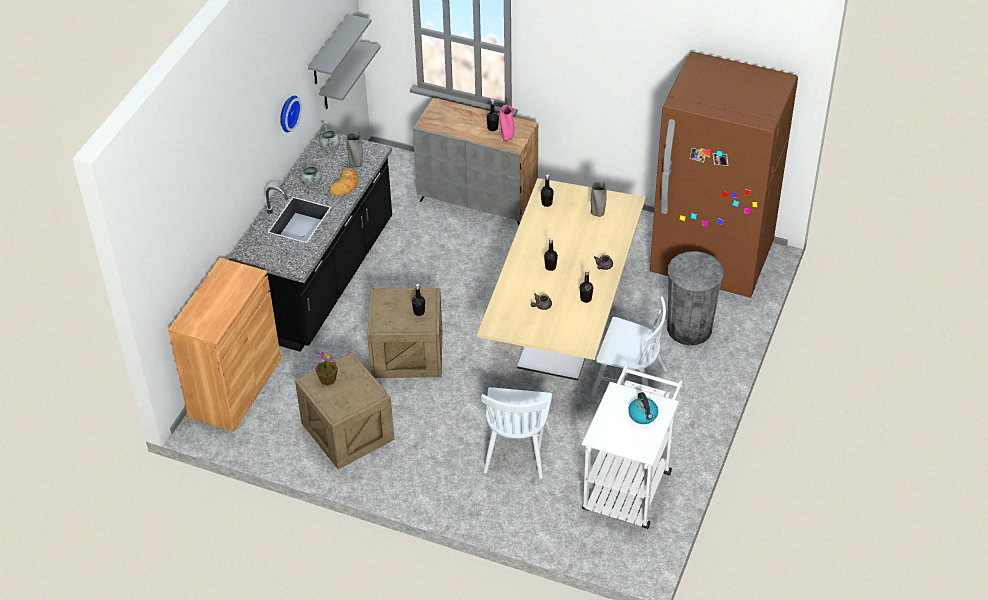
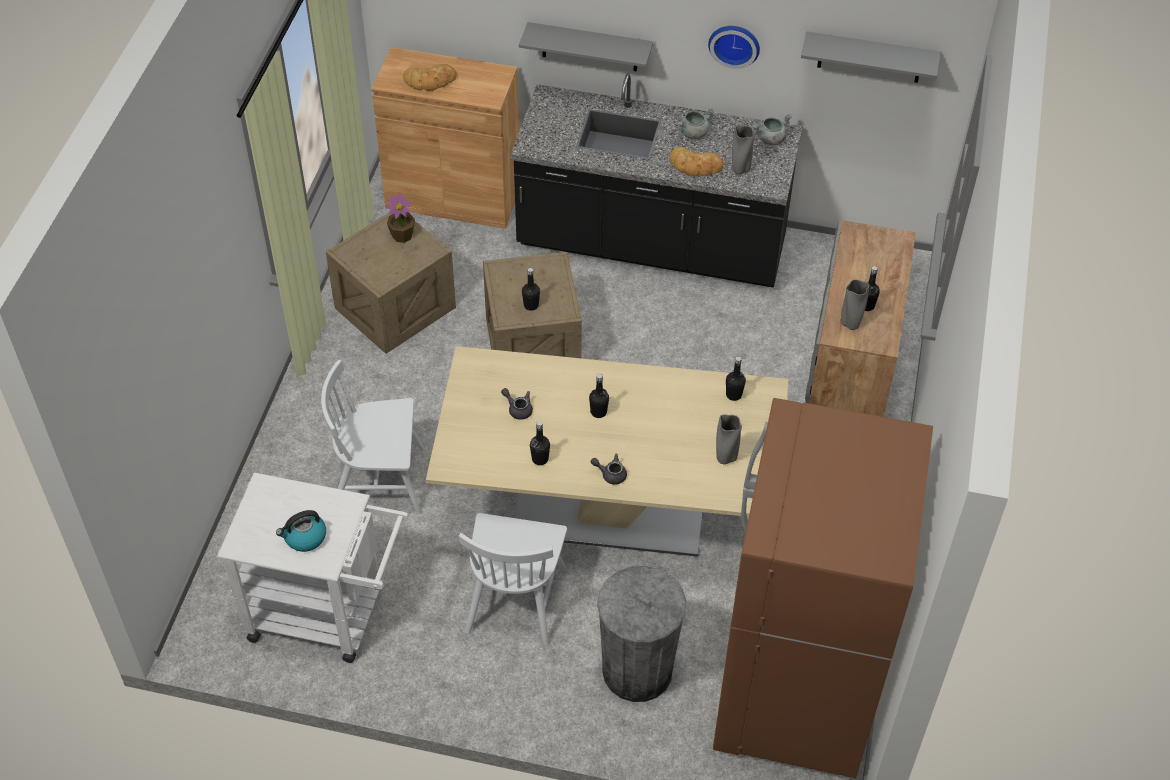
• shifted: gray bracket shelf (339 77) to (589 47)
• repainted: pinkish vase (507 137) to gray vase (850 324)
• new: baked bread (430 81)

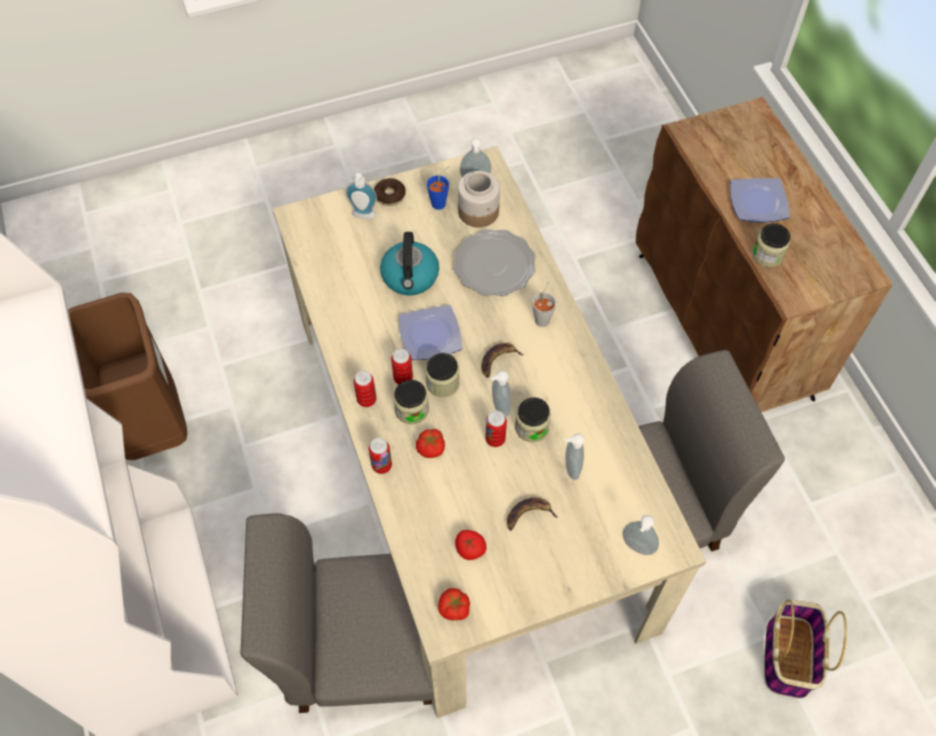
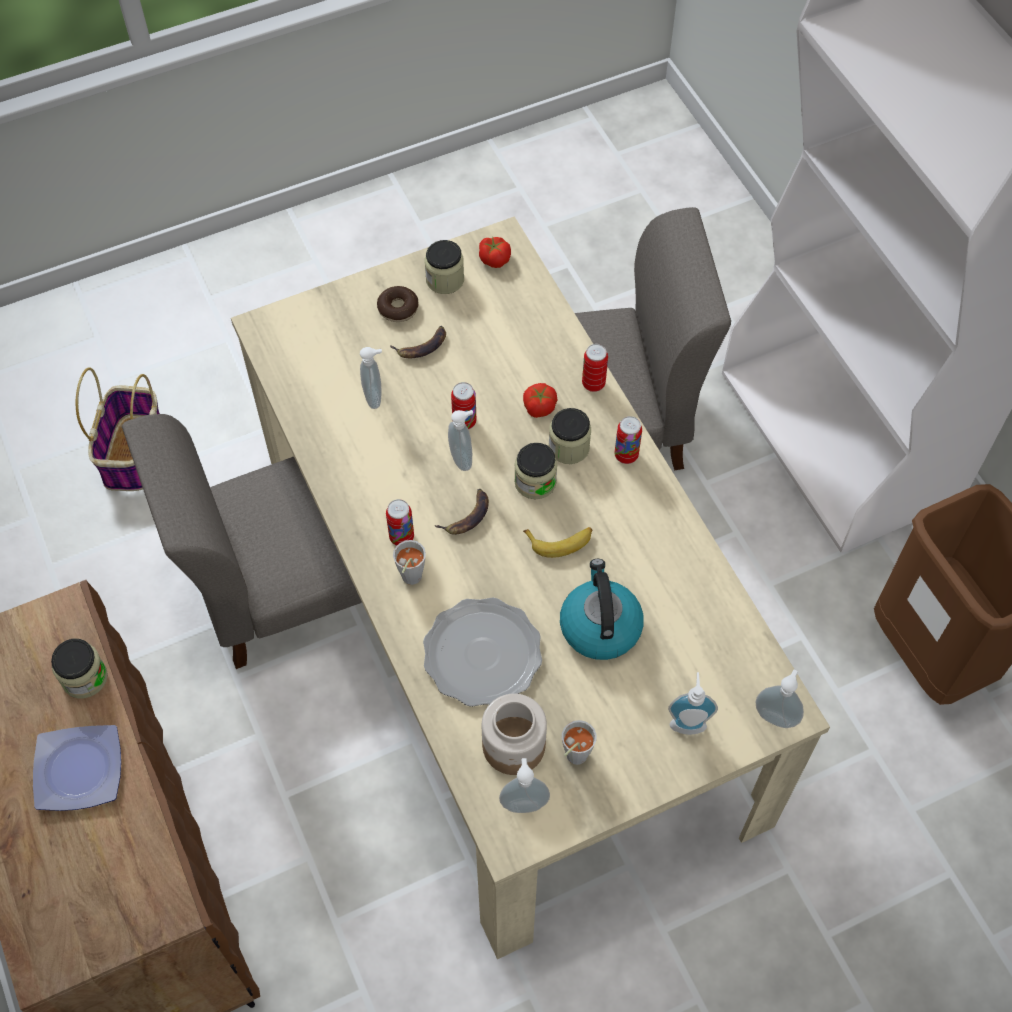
• shifted: doughnut (390 195) to (398 308)
• shifted: metal can (403 378) to (401 537)
• swapped: plate (429 336) to whole banana (560 541)
• repainted: blue drinking cup (441 202) to gray drinking cup (573 758)
• gone: fresh tomato (469 549)
• shifted: preserve jar (531 427) to (445 279)
• shifted: liquid soap bottle (636 548) to (776 716)

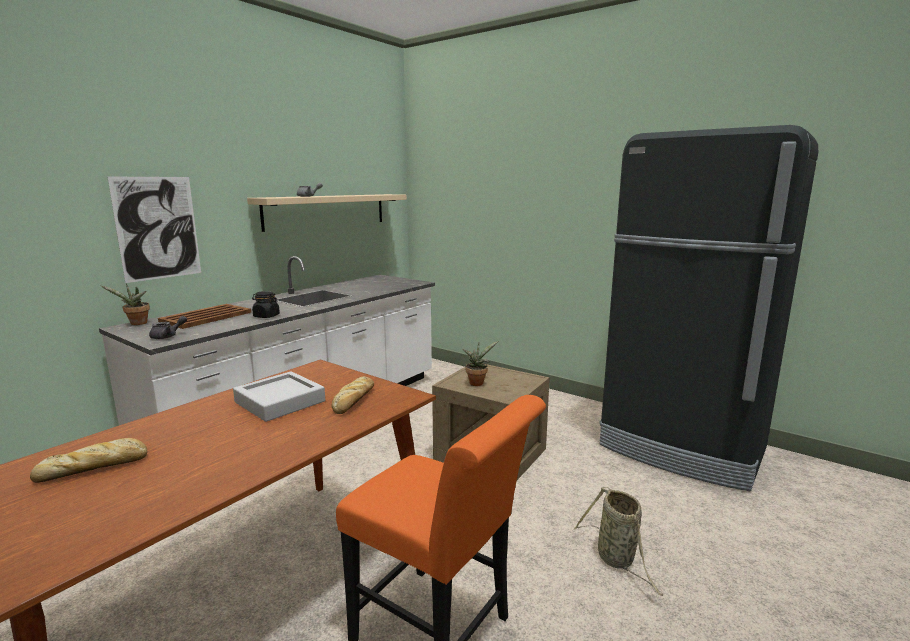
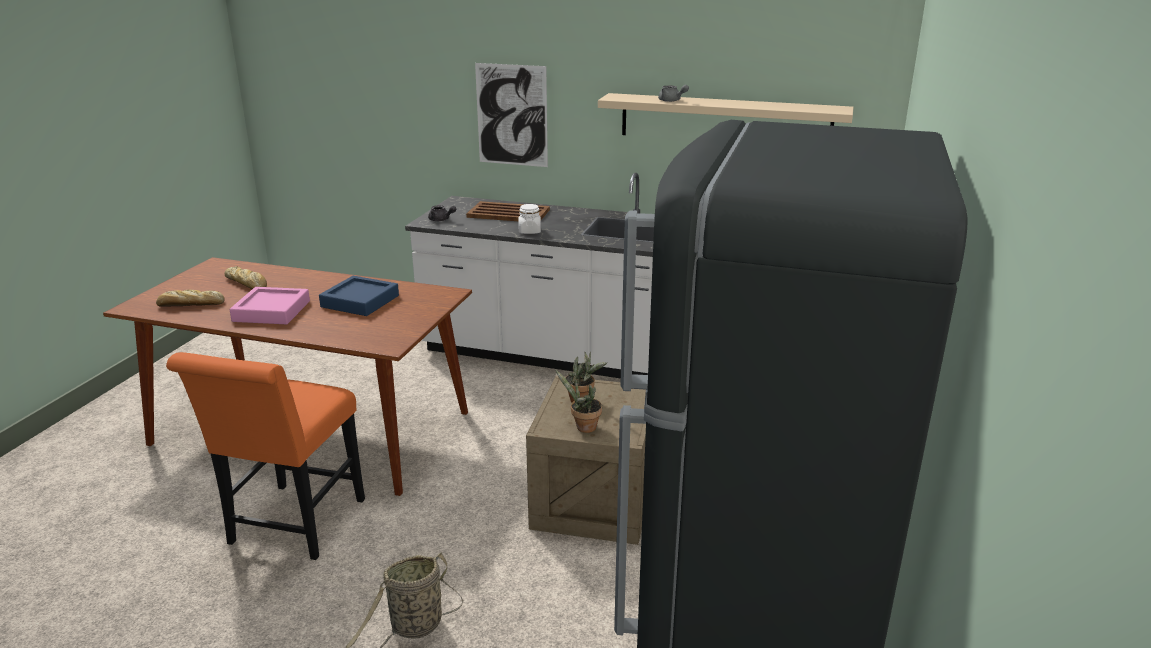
• shifted: plant in a pot (136 324) to (583 427)
• repainted: gray carrying tray (280 402) to blue carrying tray (360 301)
• repainted: blackish preserve jar (266 316) to white-coloured preserve jar (529 231)
• shifted: baked bread (354 400) to (189 305)
• new: pinkish carrying tray (271 311)

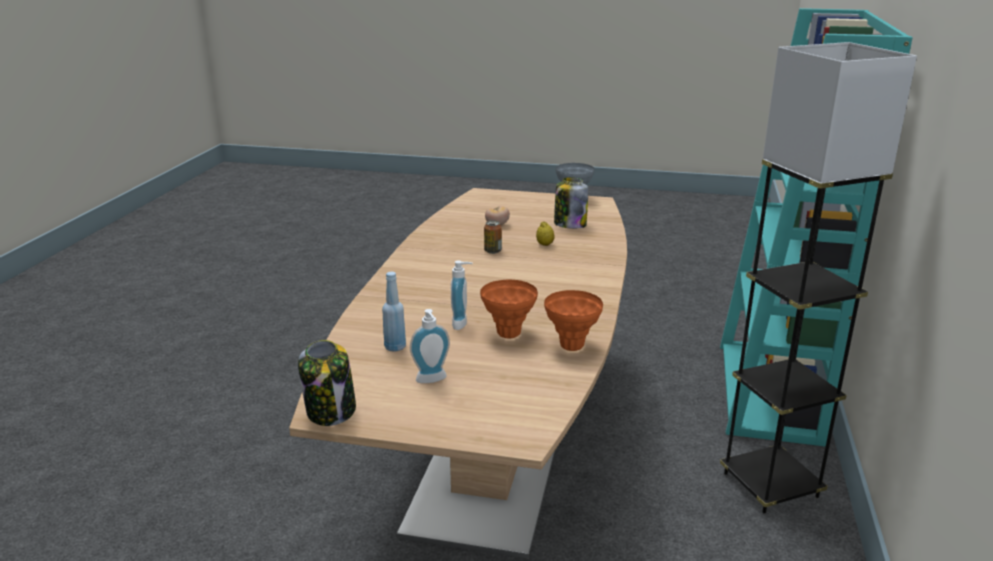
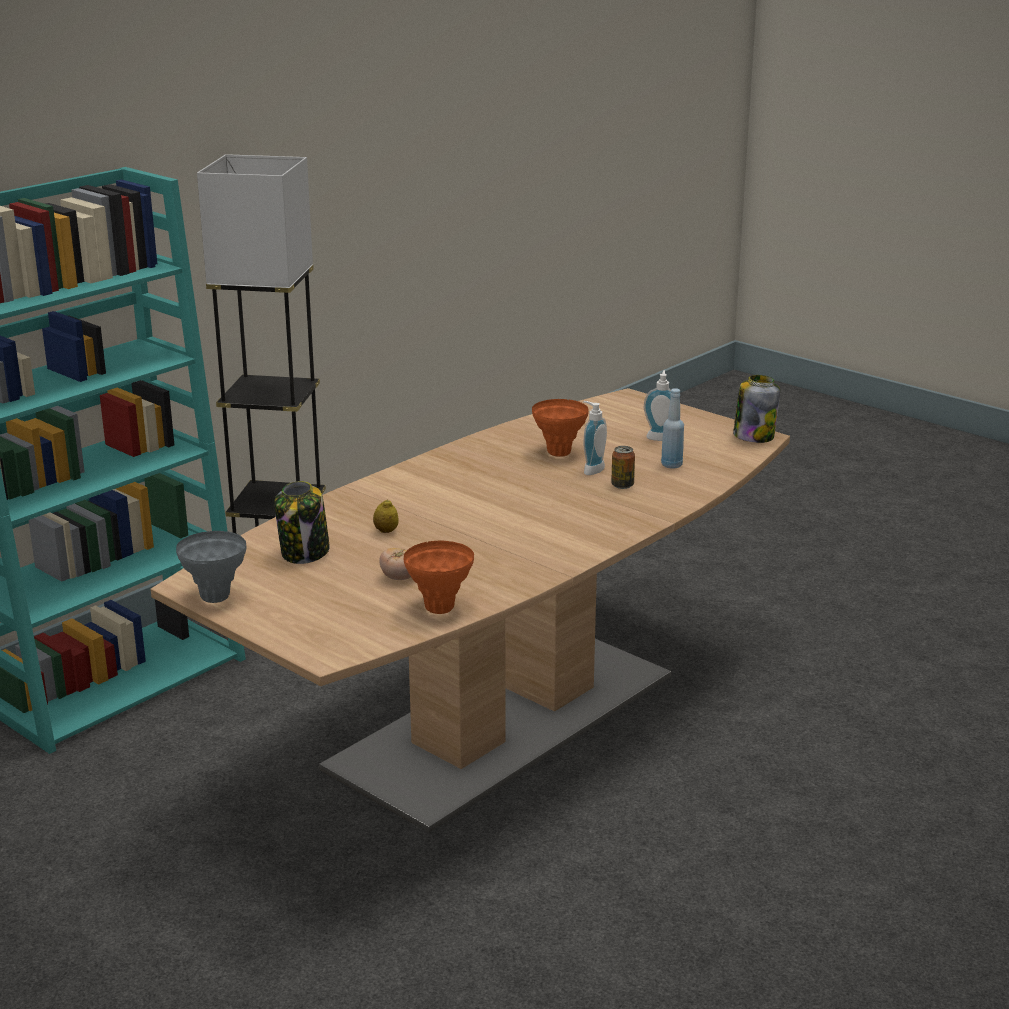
• shifted: metal can (492 251) to (622 485)
• shifted: orange-coloured vase (571 346) to (439 608)

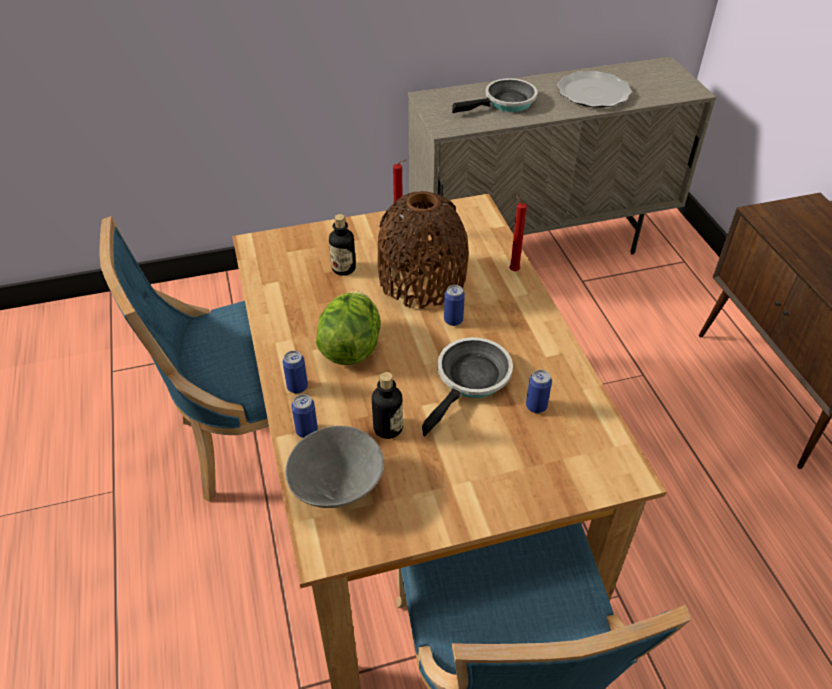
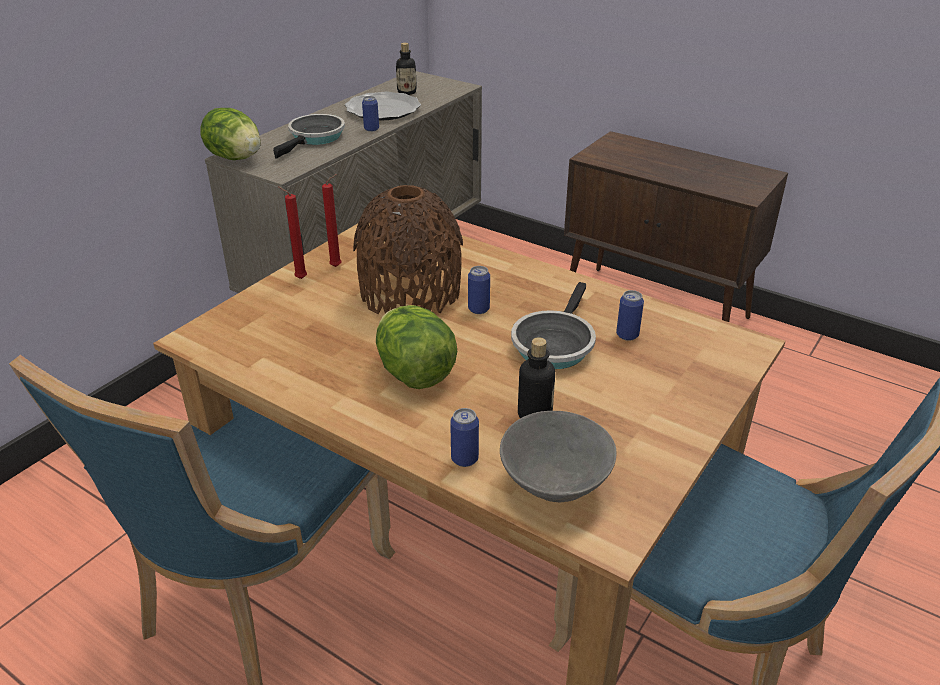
• shifted: metal can (297 387) to (371 129)
• shifted: beverage bottle (343 268) to (406 92)
• rotated: pan (471 381) = (554 344) 150 degrees counterclockwise
• shifted: red-coloured wax candle (512 270) to (299 278)
• new: lettuce (235 158)

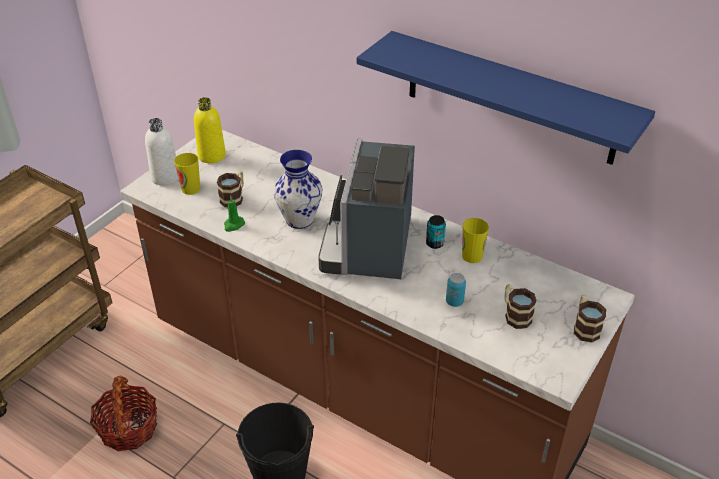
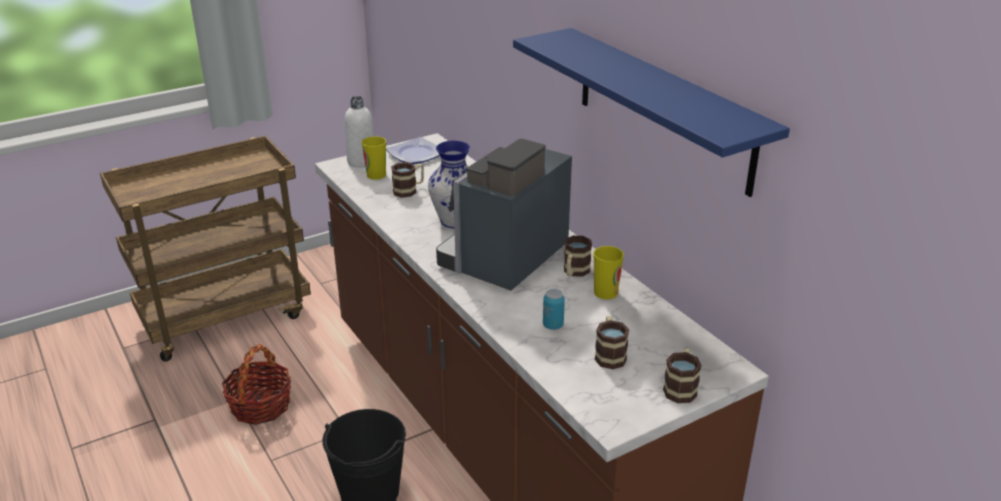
• swapped: yellow beverage bottle (212 156) to plate (417 155)
• gone: green wax candle (233 225)
• swapped: metal can (435 243) to coffee mug (574 272)

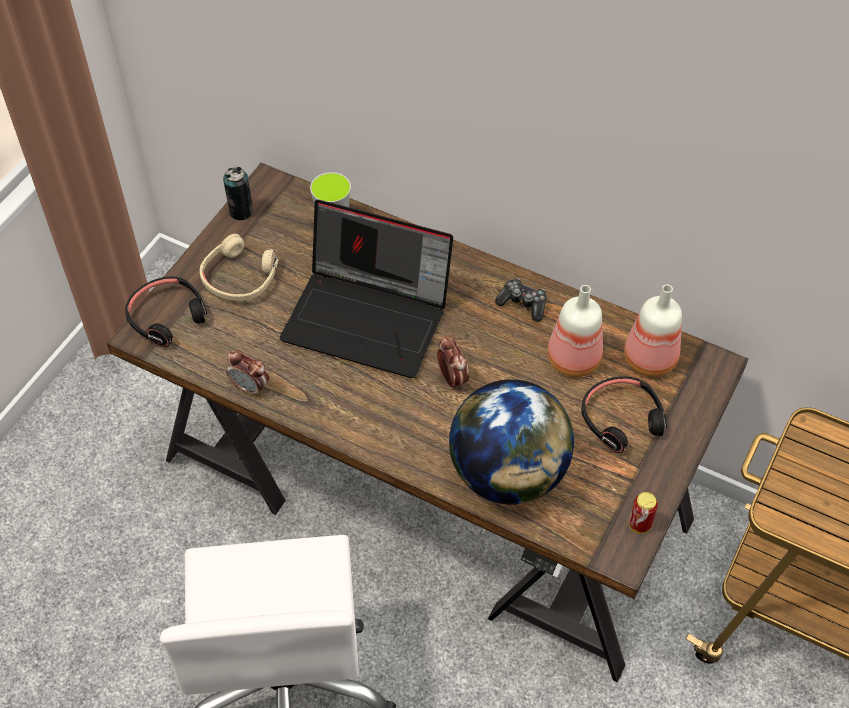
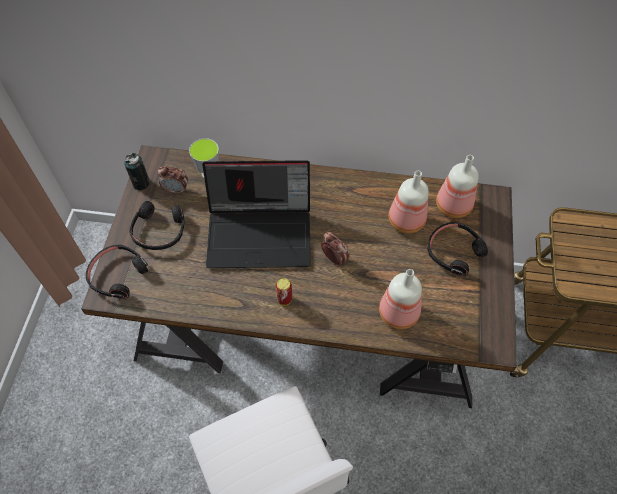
• repainted: beige headset (240 277) to blackish headset (159 231)
• shifted: alarm clock (250 387) to (176 190)
• swapped: globe (508 474) to beverage bottle (399 314)
• gone: joypad (523 304)
• shifted: metal can (639 525) to (284 299)

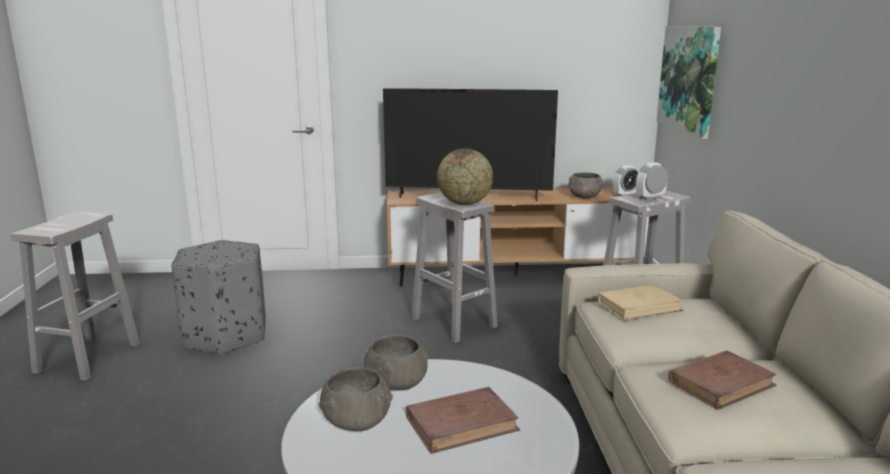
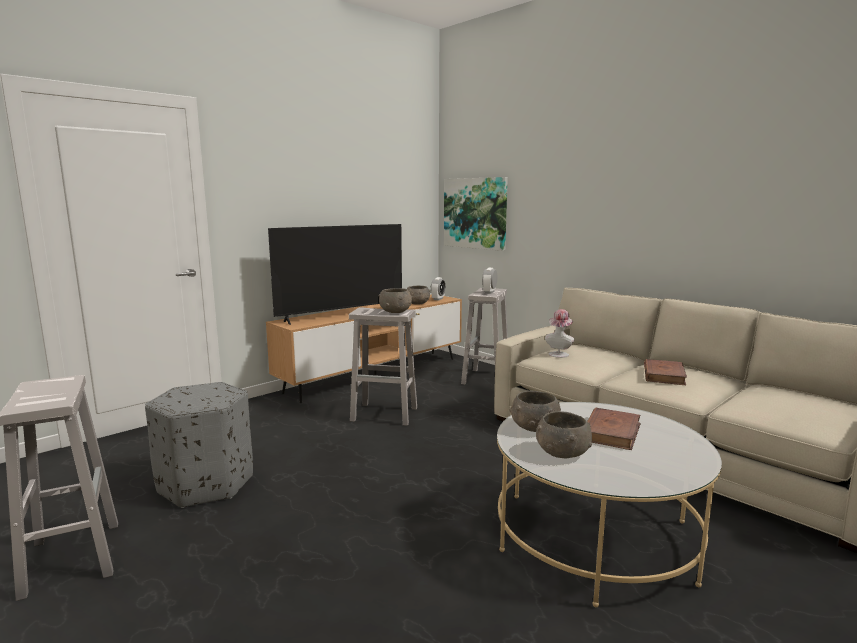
• swapped: globe (464 203) to gray bowl (395 311)
• swapped: beige bound book (639 306) to hat (559 354)

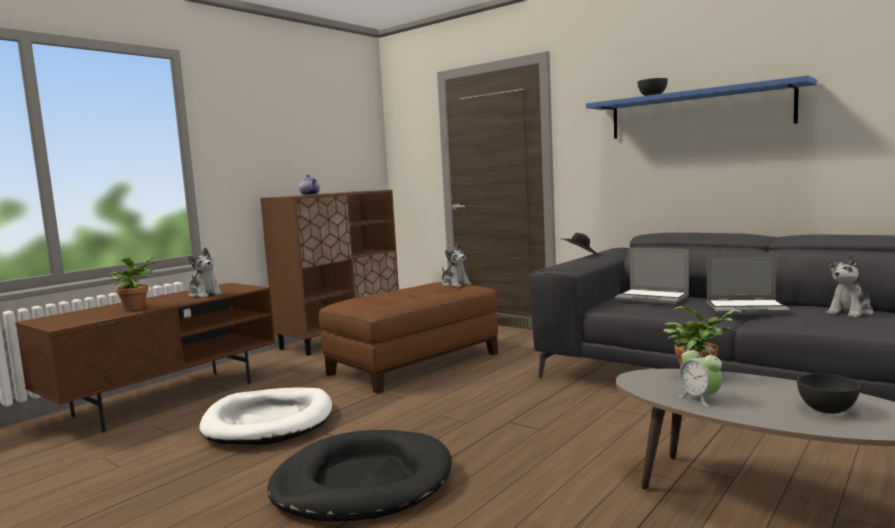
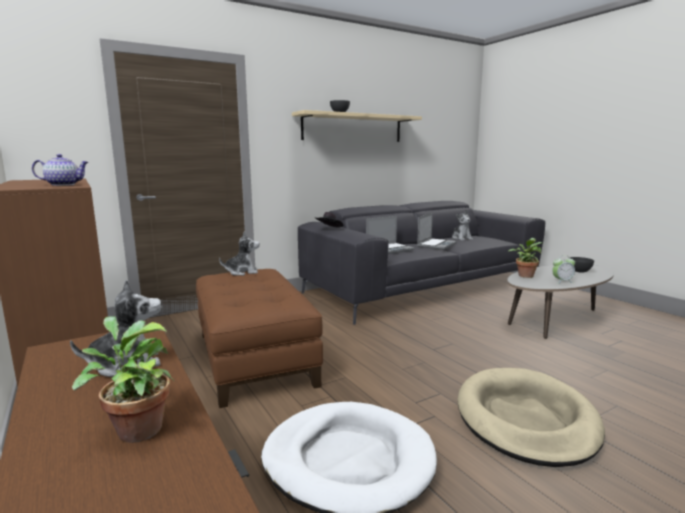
• repainted: blackish pet bed (362 482) to beige pet bed (525 419)
• repainted: blue bracket shelf (698 112) to beige bracket shelf (353 128)

